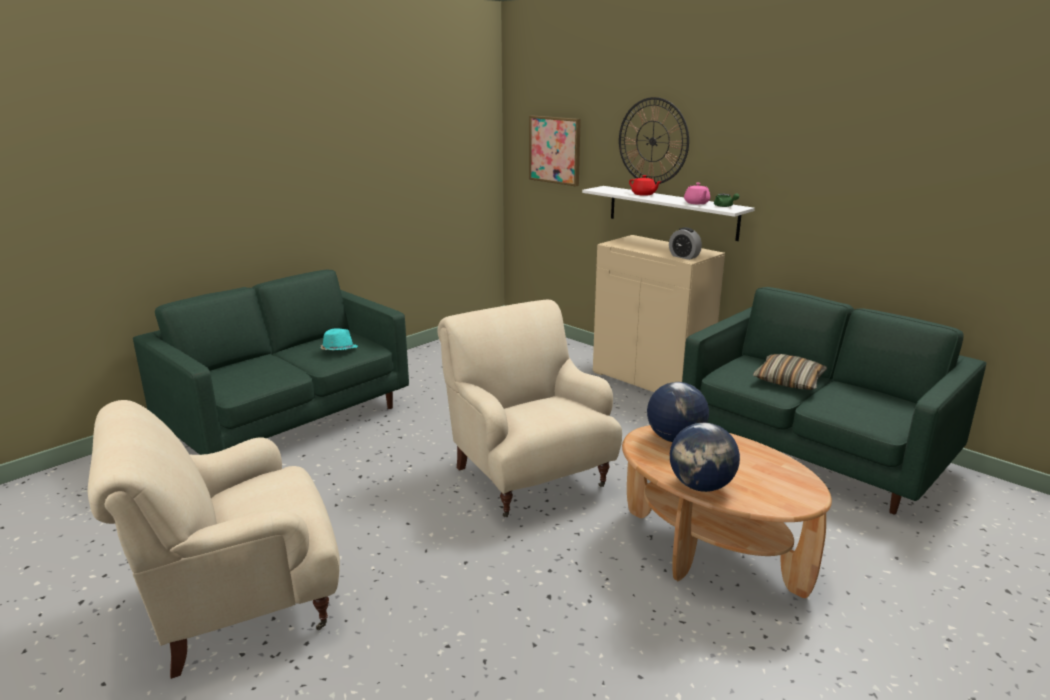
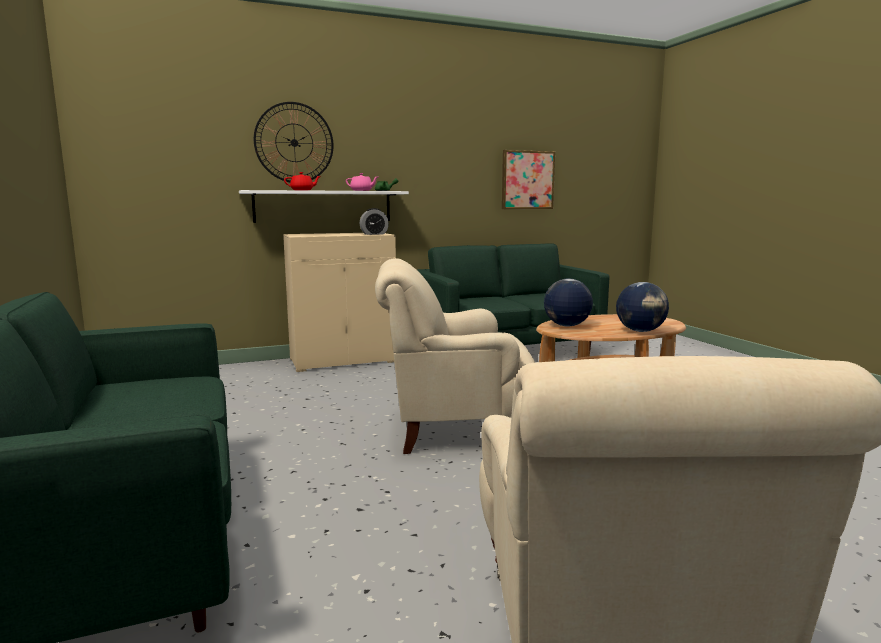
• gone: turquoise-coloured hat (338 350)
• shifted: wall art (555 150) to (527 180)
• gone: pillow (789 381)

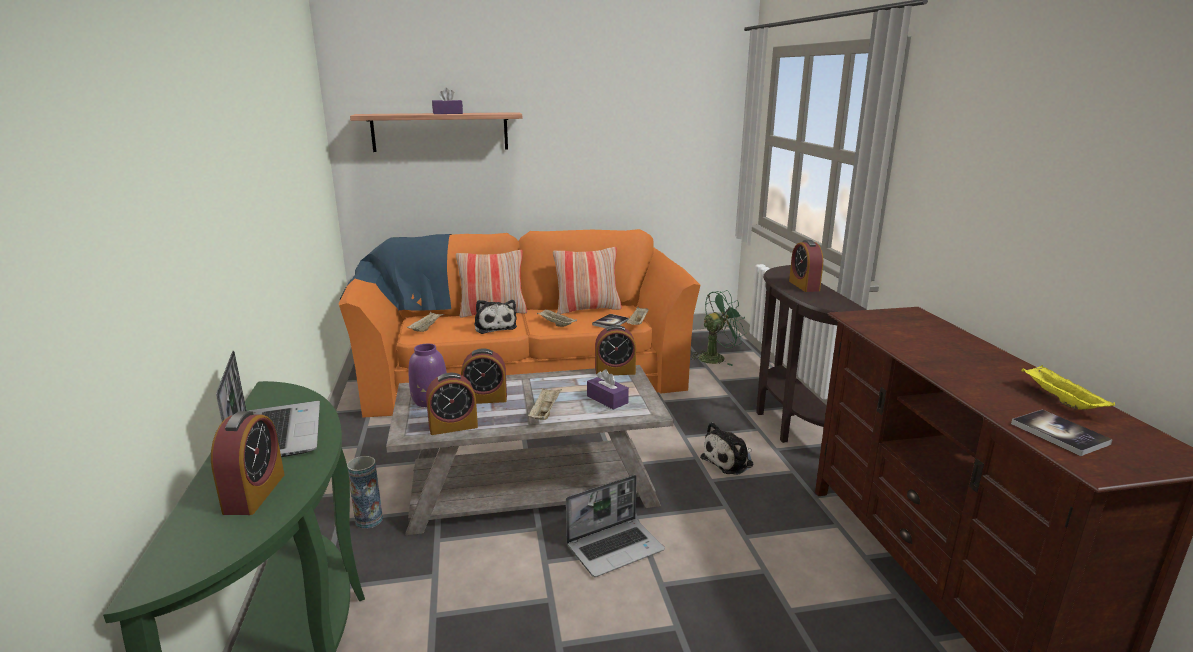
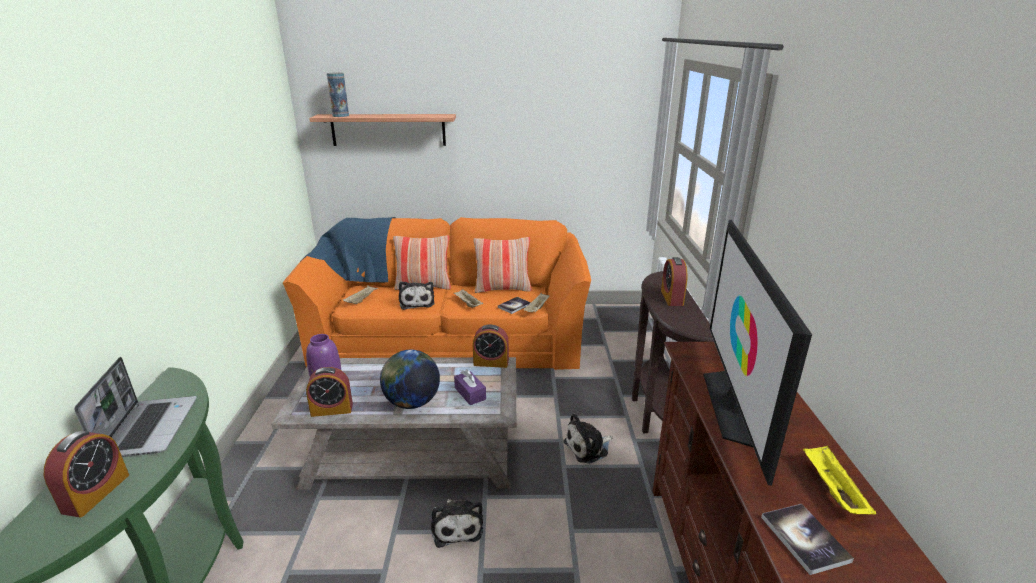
• shifted: vase (369 520) to (340 116)
• gone: purple-coloured box of tissues (447 113)
• gone: alarm clock (485 399)
• swapped: beige carrying tray (545 412) to globe (412 402)
• swapped: notebook computer (615 547) to cuddly toy (456 526)
• gone: green fan (716 357)
• new: TV (735 406)

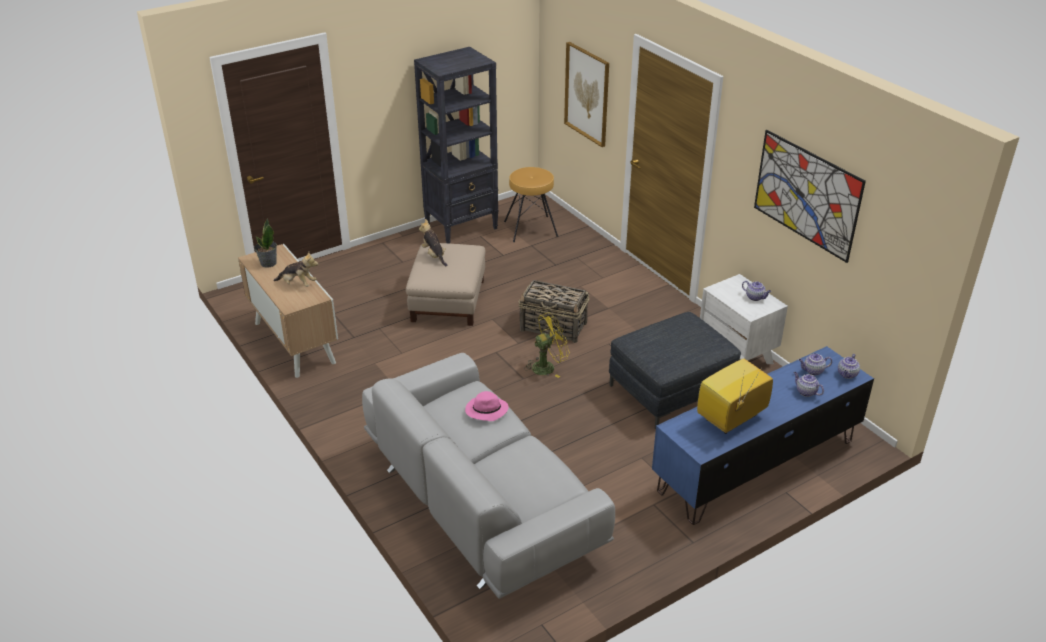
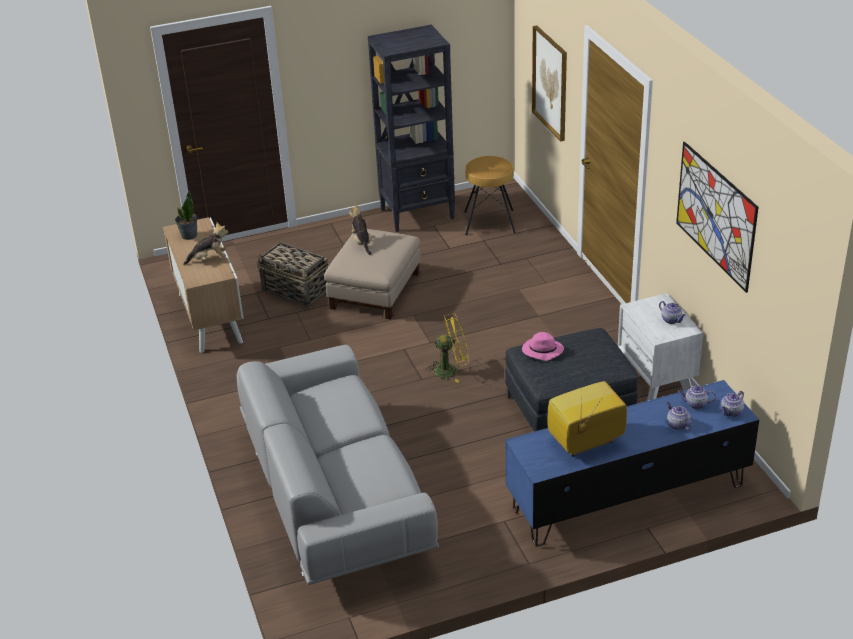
• rotated: cuddly toy (298 284) = (209 259) 45 degrees counterclockwise
• shifted: pinkish hat (486 411) to (542 351)
• shifted: basket (554 327) to (296 291)

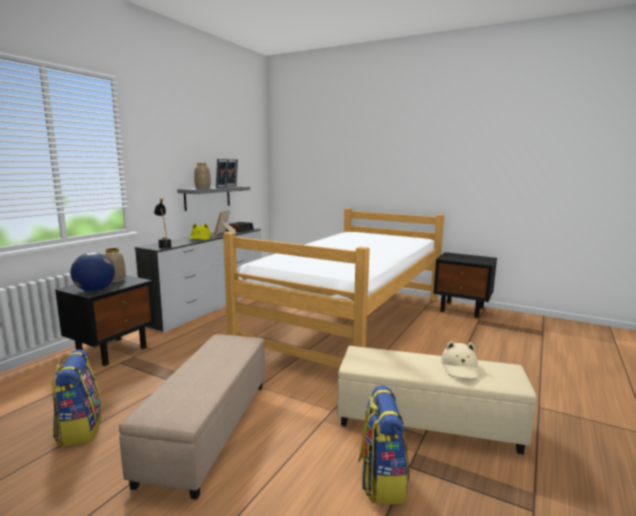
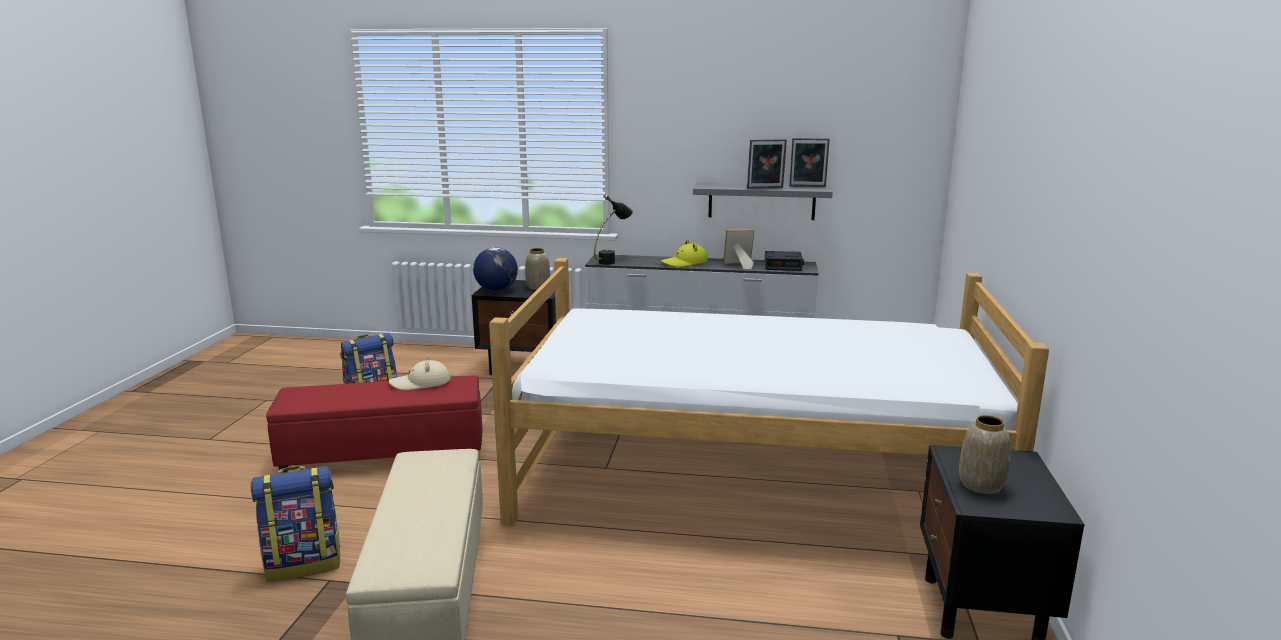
• repainted: beige ottoman (207 428) to red-coloured ottoman (384 453)
• shifted: vase (202 188) to (980 485)
• shifted: beige hat (460 368) to (421 383)

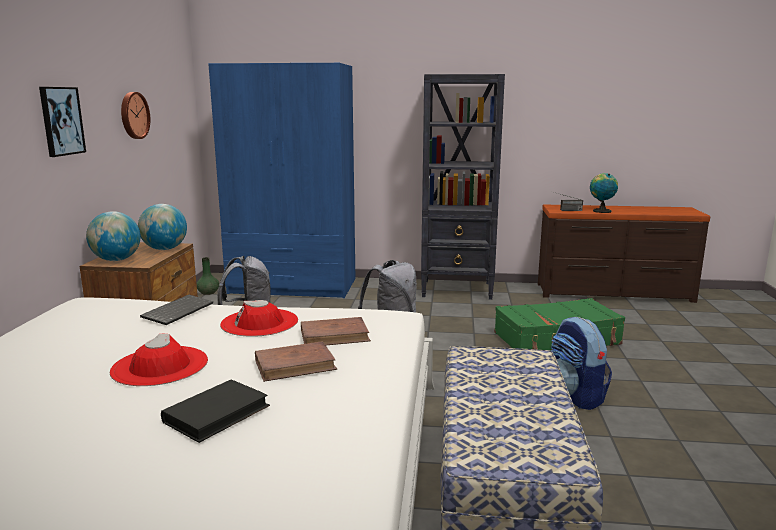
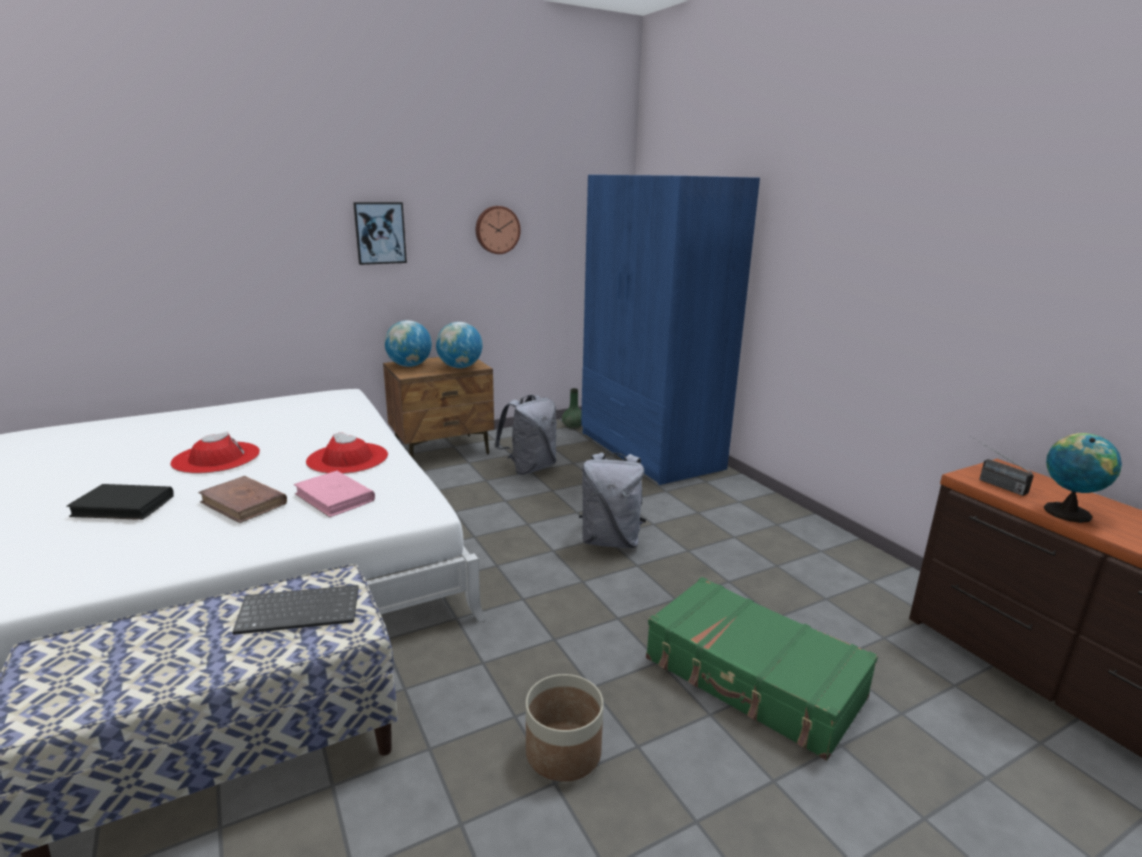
• shifted: keyboard (178 311) to (301 610)
• repainted: brown bound book (335 336) to pinkish bound book (335 497)
• gone: blackish bookshelf (457 290)
• swapped: backpack (576 396) to plant pot (563 752)

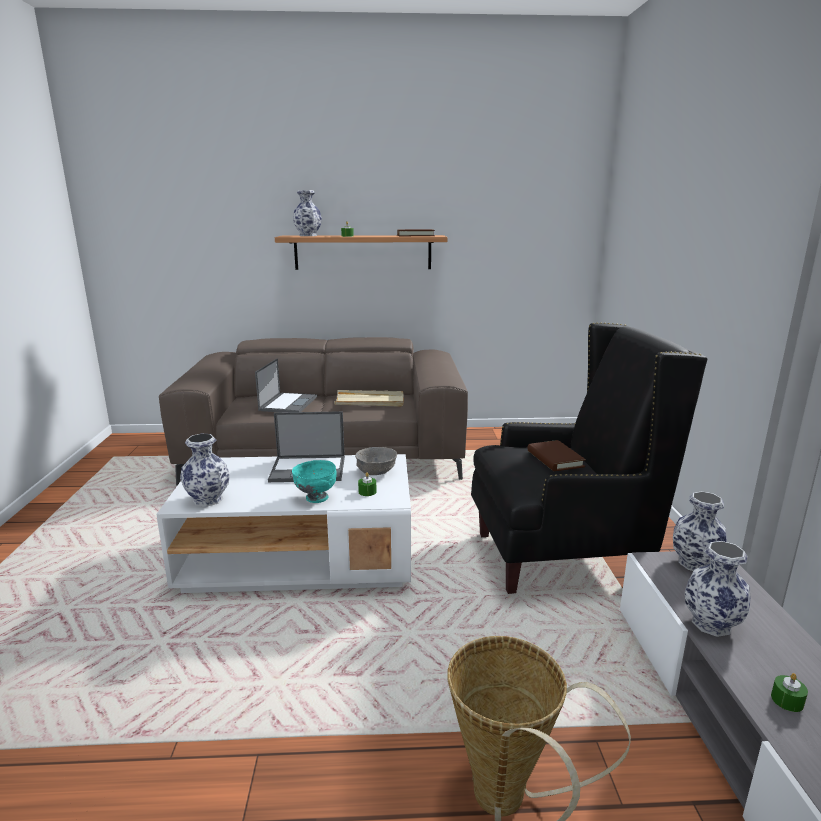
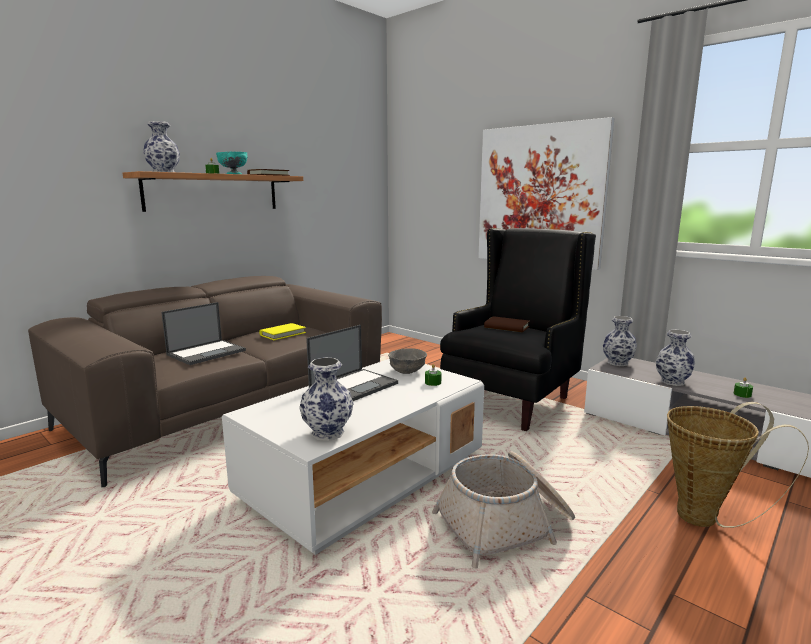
• rotated: notebook computer (288 403) = (207 352) 75 degrees clockwise
• shifted: turquoise-coloured bowl (316 498) to (233 174)
• swapped: beige carrying tray (370 401) to yellow bound book (283 334)
• new: basket (506 524)
• new: wall art (540 196)

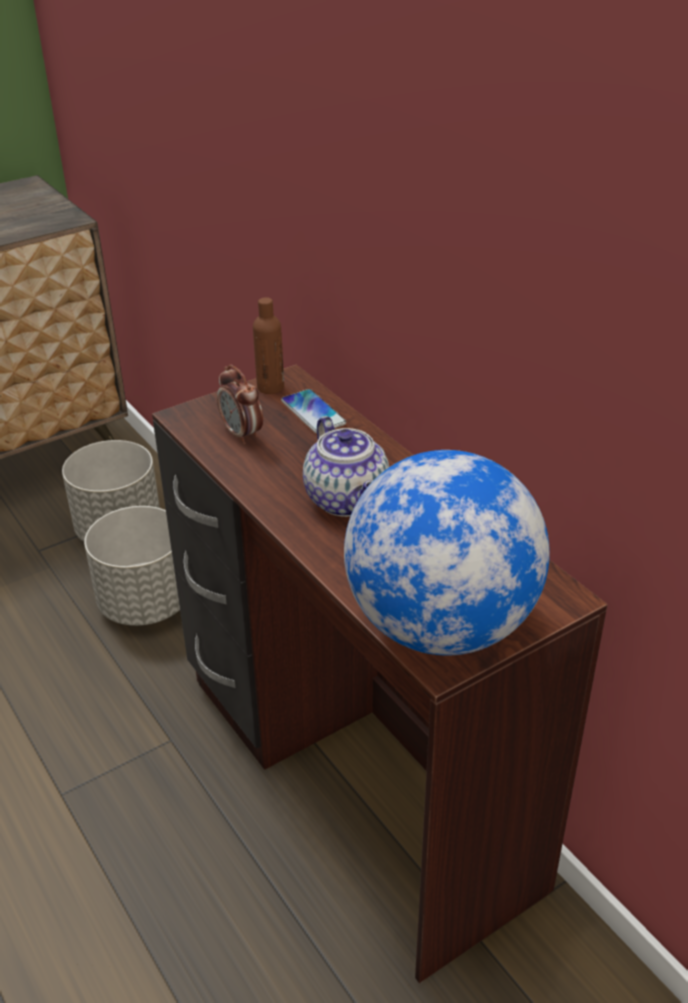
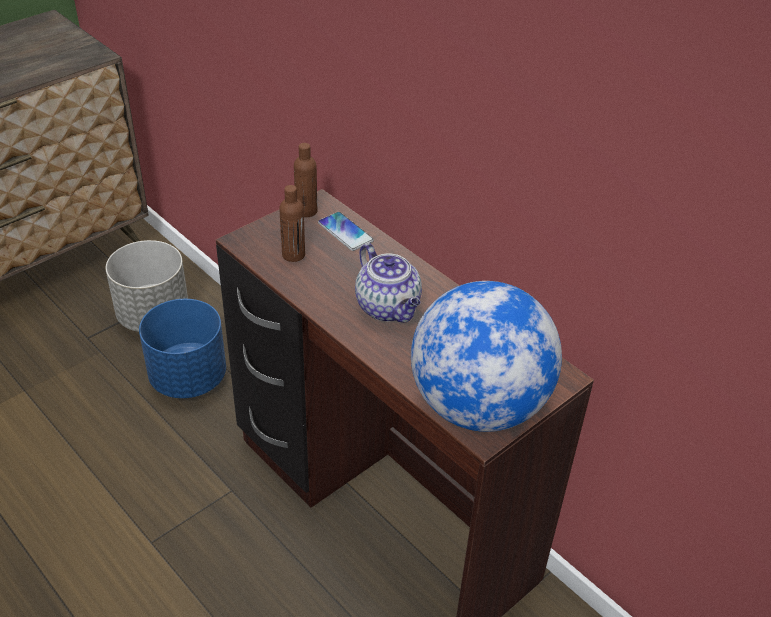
• repainted: gray plant pot (144 604) to blue plant pot (188 378)
• swapped: alarm clock (242 434) to brown beverage bottle (293 255)

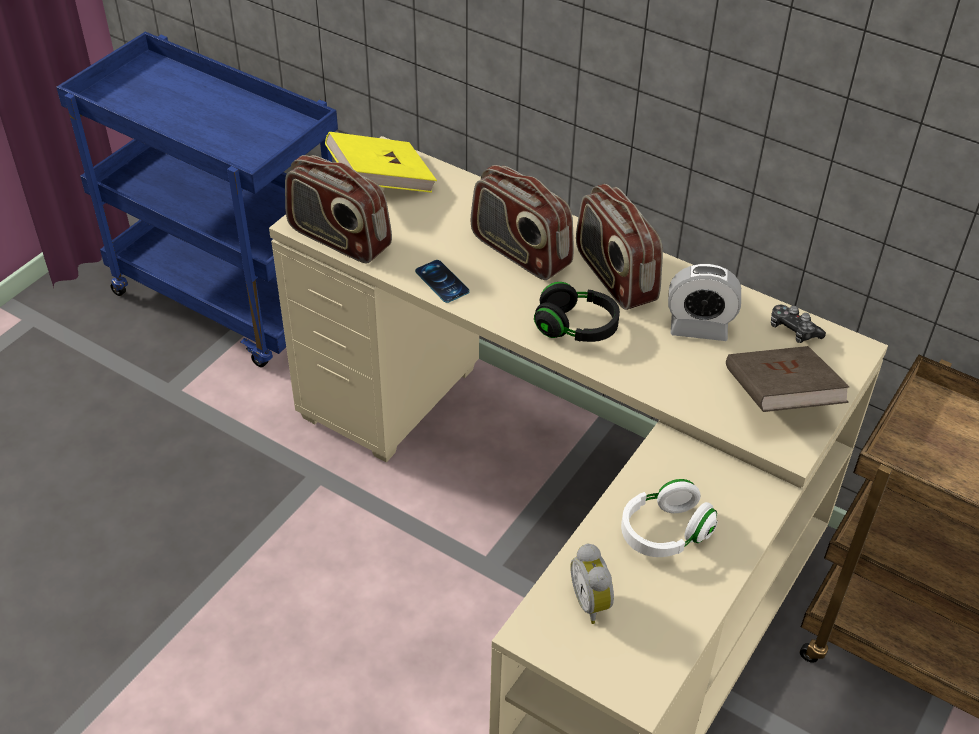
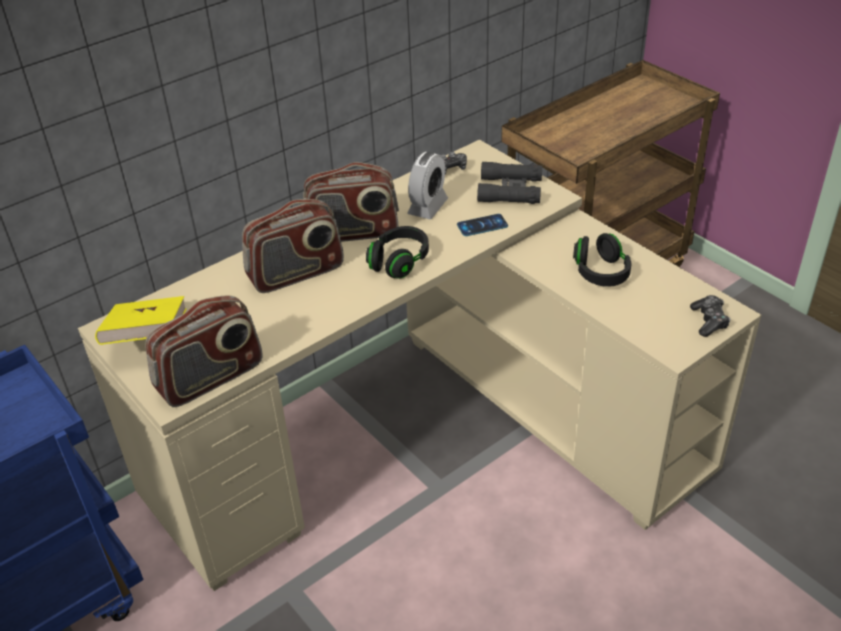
• shifted: telephone (442 281) to (482 225)
• gone: alarm clock (592 602)
• repainted: white-coloured headset (664 532) to blackish headset (600 273)
• swapped: brown bound book (779 398) to blackish binoculars (510 190)
• new: joypad (709 321)

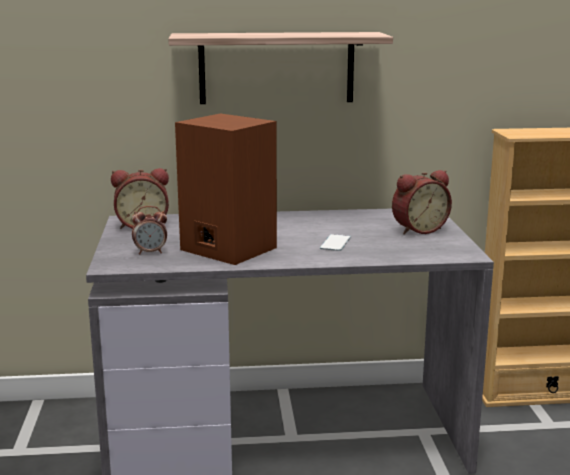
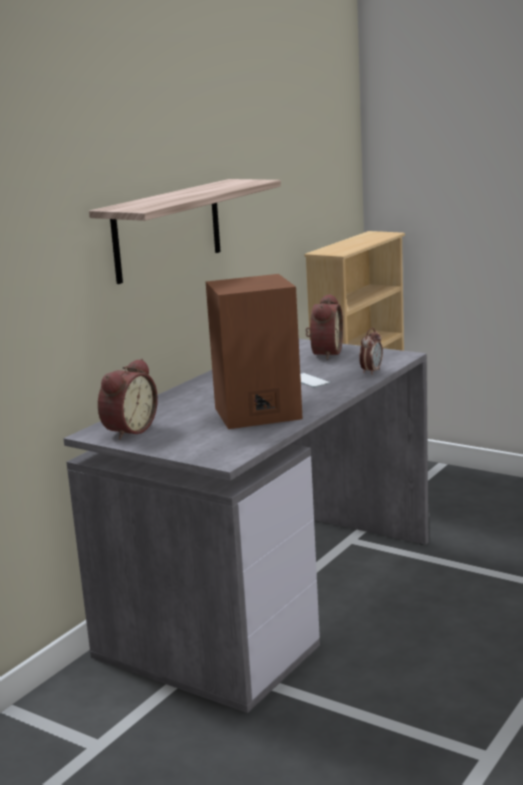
• shifted: alarm clock (150 252) to (371 371)

